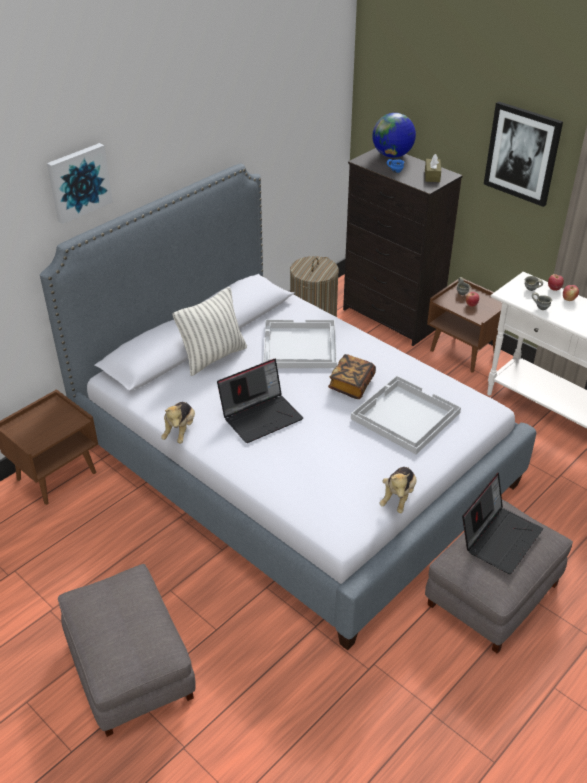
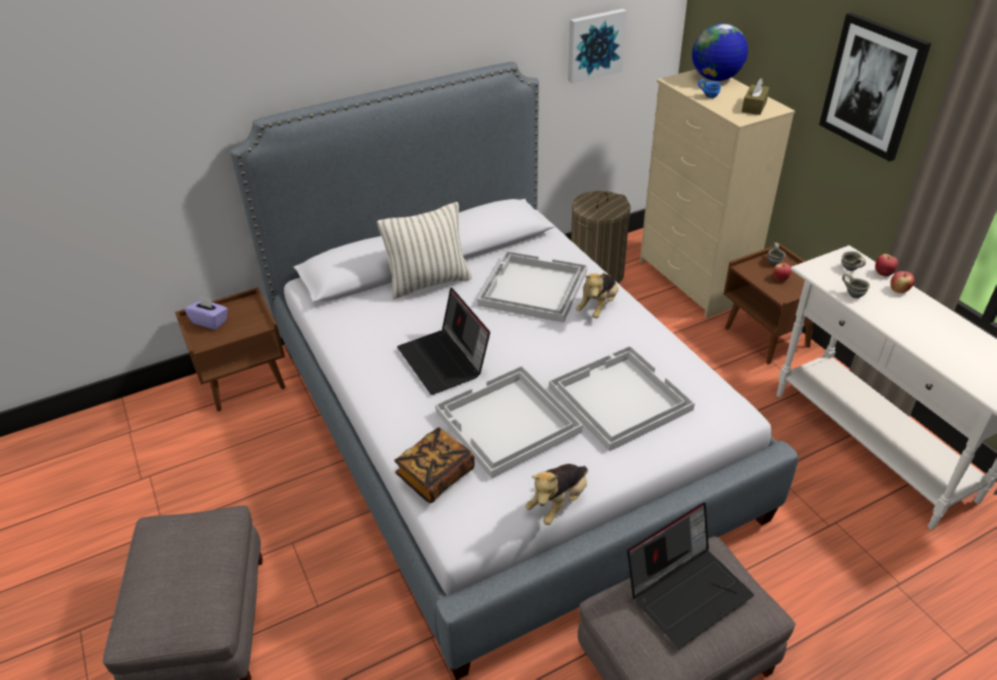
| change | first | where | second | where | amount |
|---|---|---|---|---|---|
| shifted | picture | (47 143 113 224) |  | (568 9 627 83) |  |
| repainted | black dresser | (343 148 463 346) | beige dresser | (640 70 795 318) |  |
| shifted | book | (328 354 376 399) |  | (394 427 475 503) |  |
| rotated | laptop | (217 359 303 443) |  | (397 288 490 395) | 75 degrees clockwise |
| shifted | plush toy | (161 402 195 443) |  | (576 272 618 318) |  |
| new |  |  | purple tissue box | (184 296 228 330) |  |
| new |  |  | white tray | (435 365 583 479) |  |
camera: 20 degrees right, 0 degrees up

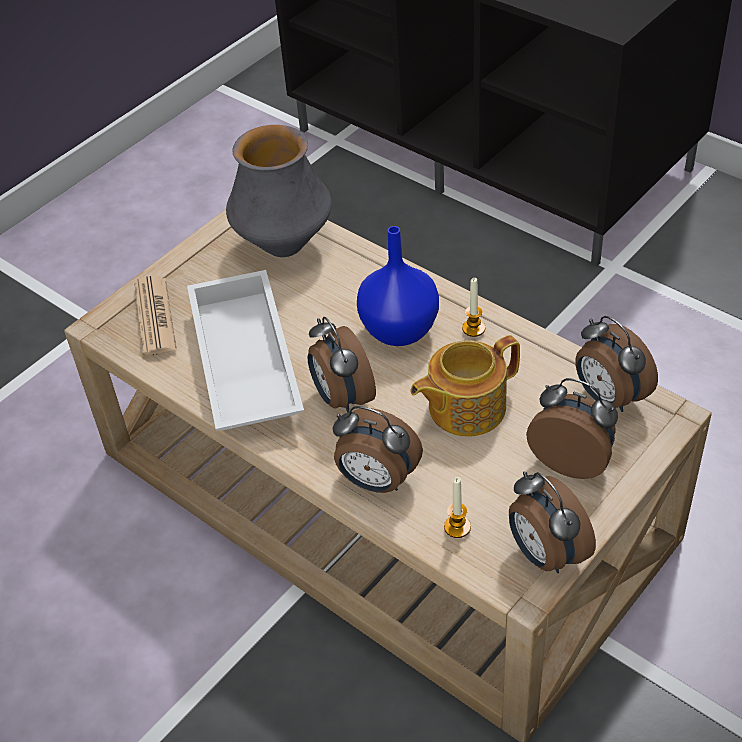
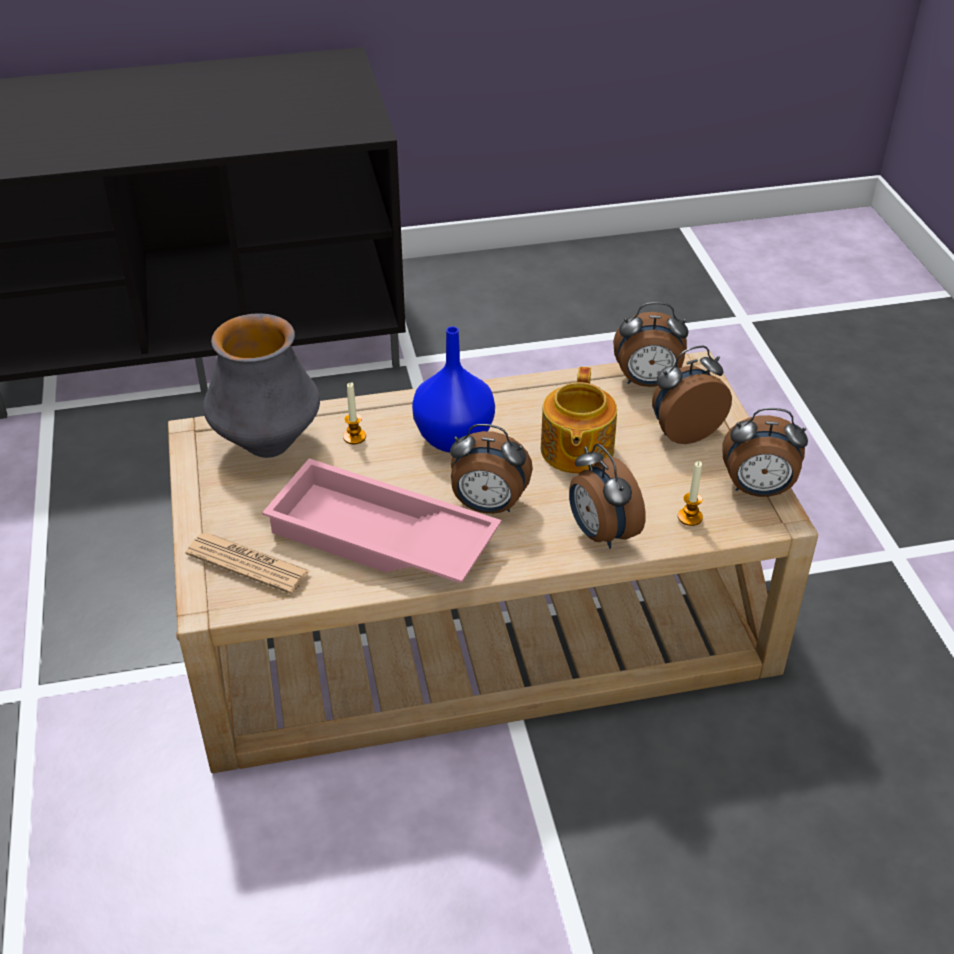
| change | first | where | second | where | amount |
|---|---|---|---|---|---|
| repainted | white tray | (187 270 304 431) | pink tray | (262 458 502 583) |  |
| shifted | candle | (462 278 485 337) |  | (343 382 366 444) |  |
| rotated | alarm clock | (333 406 423 493) |  | (569 444 646 549) | 90 degrees clockwise |
camera: 55 degrees left, 5 degrees down

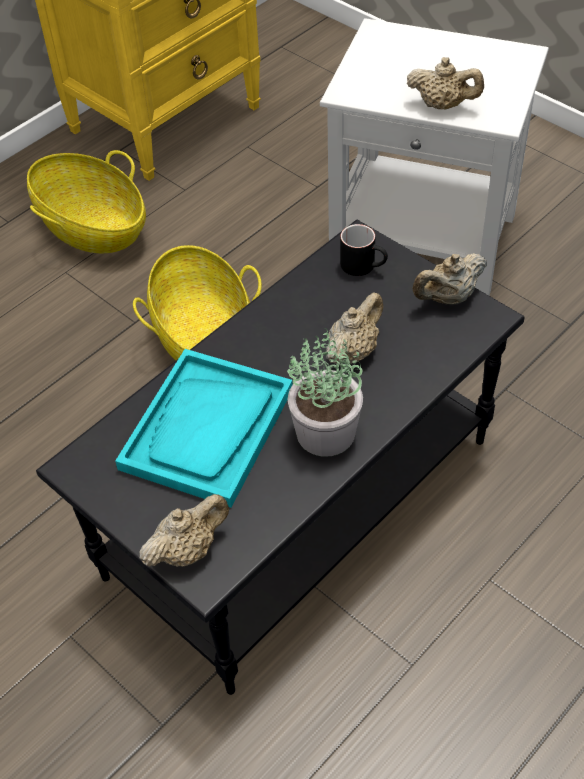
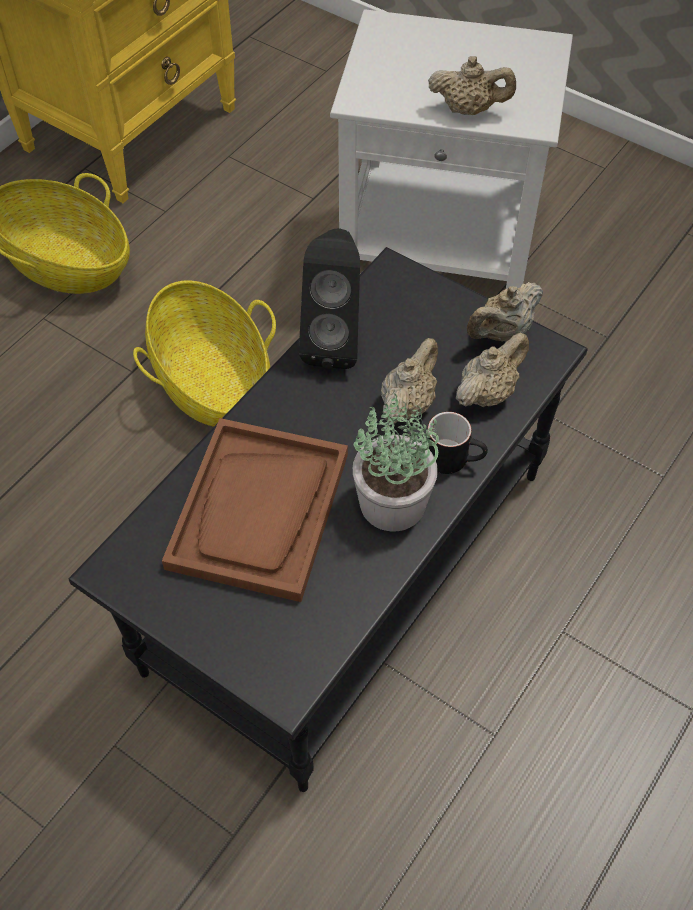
| change | first | where | second | where | amount |
|---|---|---|---|---|---|
| shifted | black mug | (340 224 388 276) |  | (427 412 488 474) |  |
| repainted | turquoise tray | (115 349 293 508) | brown tray | (162 418 348 602) |  |
| shifted | beige teapot | (139 494 229 567) |  | (456 333 529 407) |  |
| new |  |  | black speaker | (299 228 360 369) |  |
camera: 10 degrees left, 5 degrees up

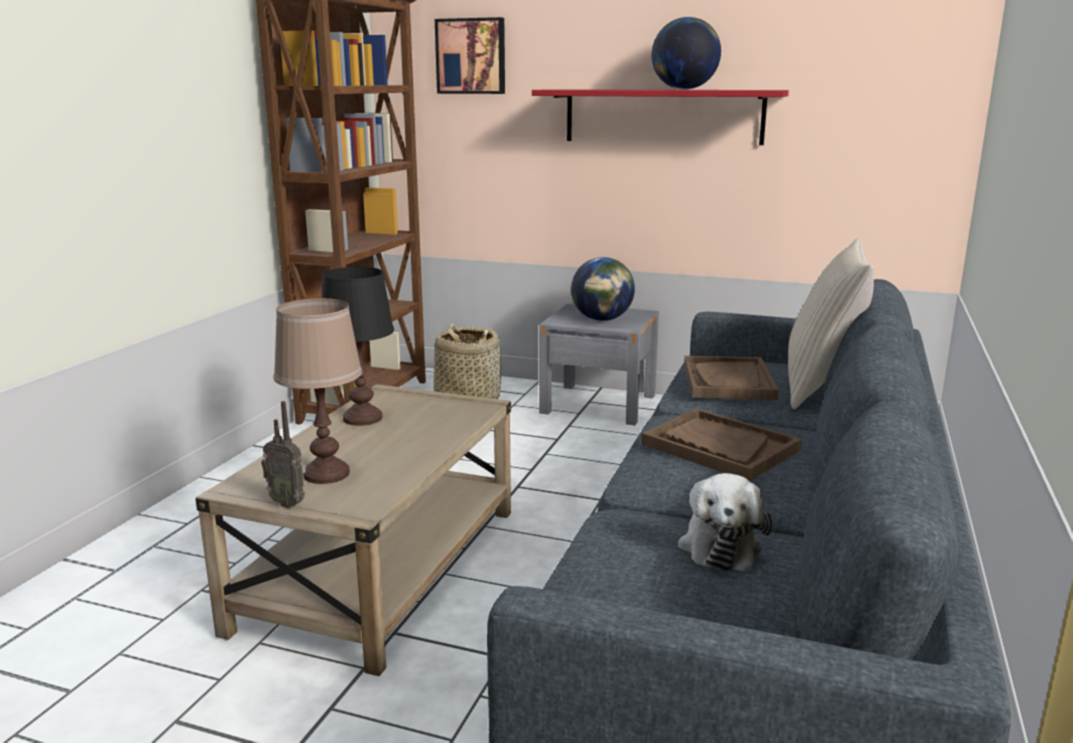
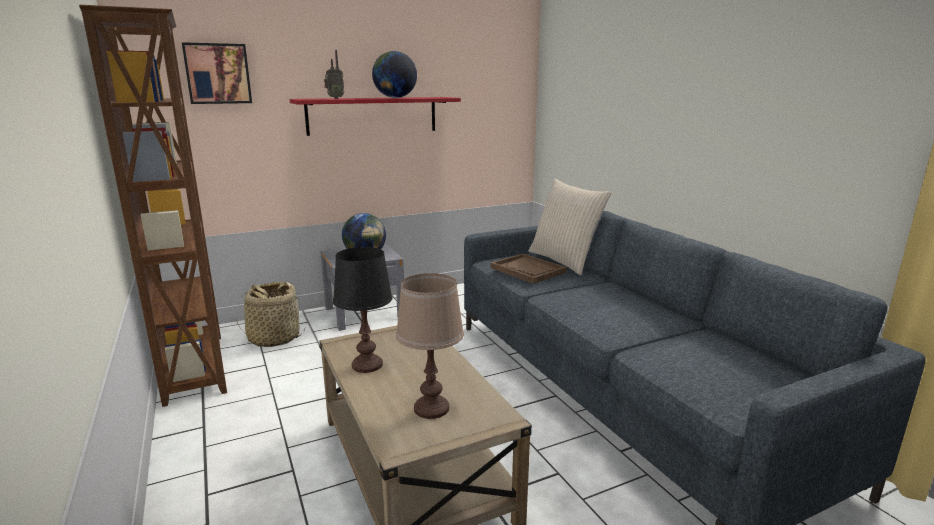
| change | first | where | second | where | amount |
|---|---|---|---|---|---|
| shifted | radio | (261 401 306 508) |  | (324 50 345 99) |  |
| gone | brown tray | (641 408 802 481) |  |  |  |
| gone | plush toy | (678 473 772 571) |  |  |  |
camera: 45 degrees left, 0 degrees up

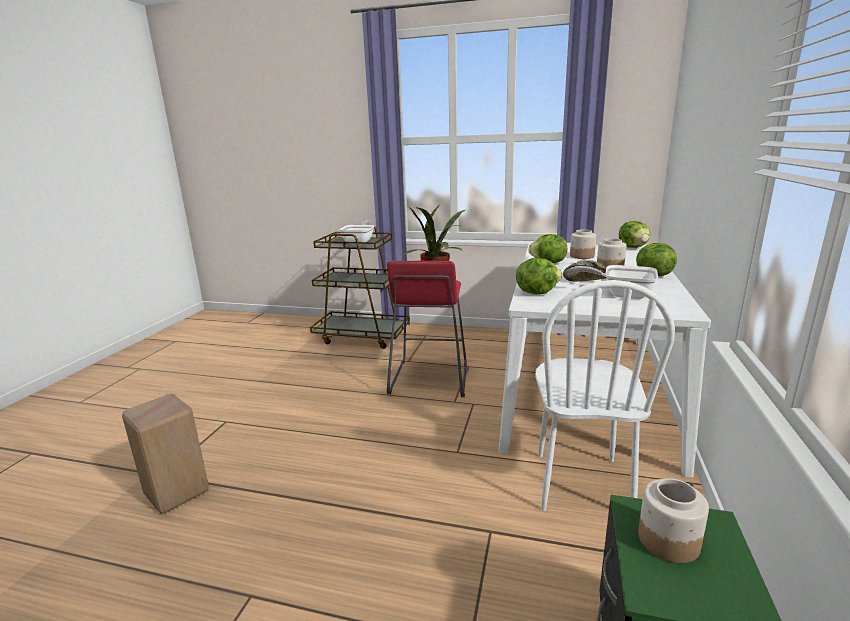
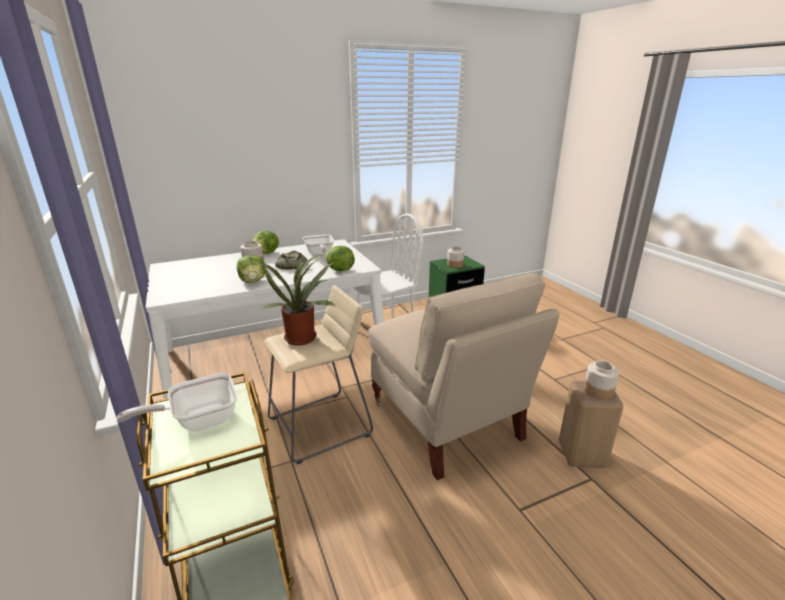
| change | first | where | second | where | amount |
|---|---|---|---|---|---|
| gone | lettuce | (619 221 650 248) |  |  |  |
| shifted | jar | (570 229 596 259) |  | (584 361 619 400) |  |
| repainted | red stool | (387 261 467 397) | beige stool | (264 285 373 464) |  |
| new |  |  | beige chair | (368 272 559 480) |  |
camera: 130 degrees left, 5 degrees up

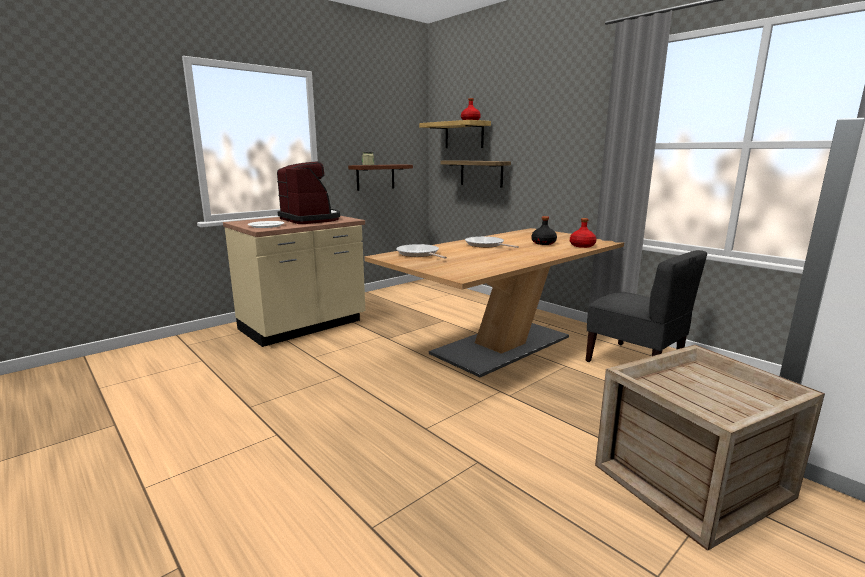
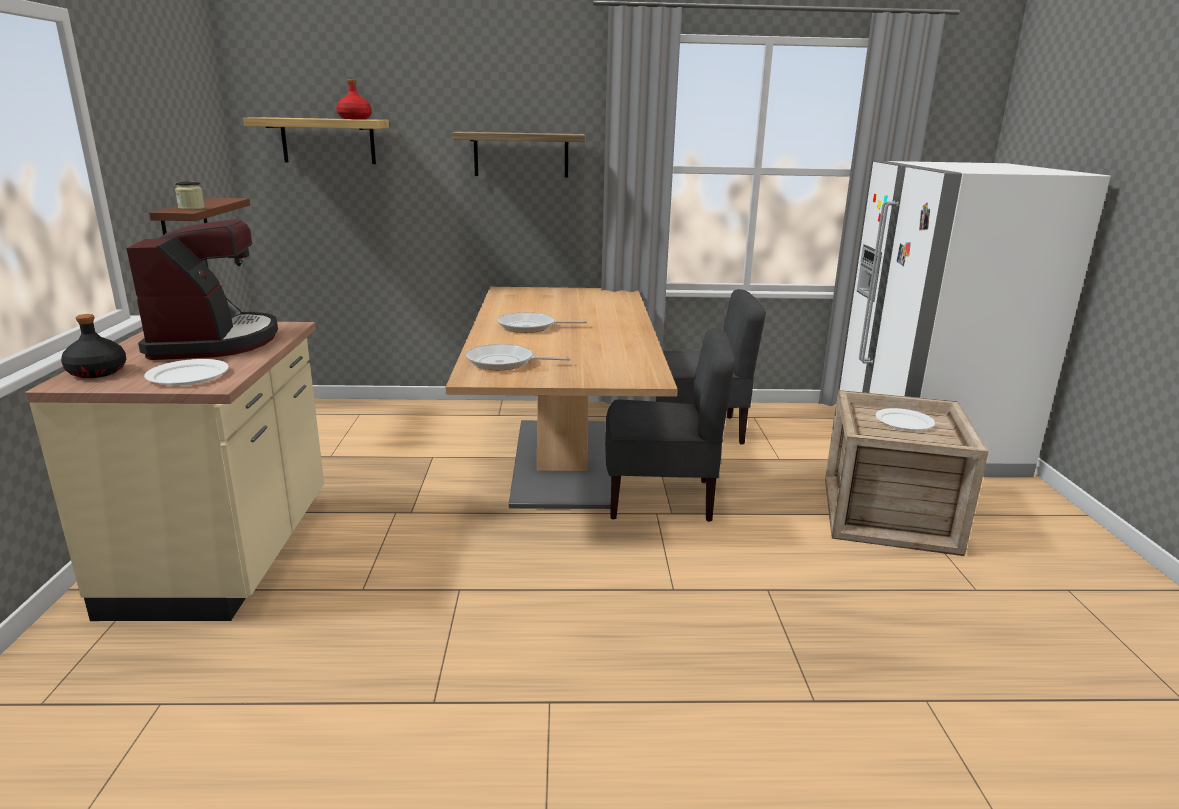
| change | first | where | second | where | amount |
|---|---|---|---|---|---|
| shifted | shelf | (440 160 511 188) |  | (452 132 585 178) |  |
| rotated | coffee machine | (277 161 340 224) |  | (126 219 278 360) | 75 degrees clockwise |
| shifted | black bottle | (531 216 557 245) |  | (61 314 126 378) |  |
| gone | red bottle | (570 218 596 248) |  |  |  |
| new |  |  | grey chair | (605 328 735 522) |  |
| new |  |  | white plate | (875 408 935 431) |  |
camera: 50 degrees left, 5 degrees up

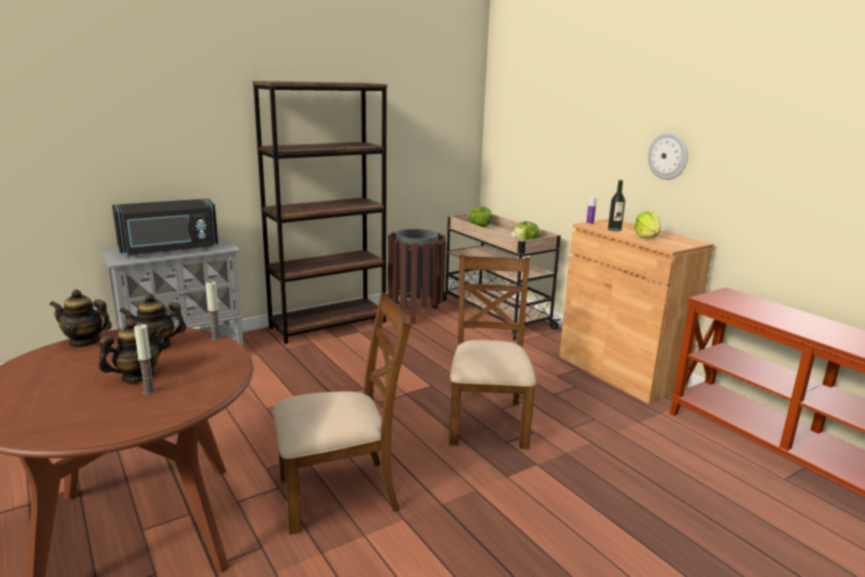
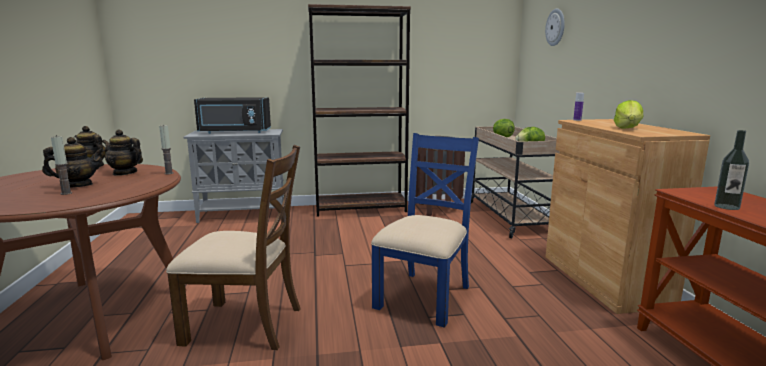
| change | first | where | second | where | amount |
|---|---|---|---|---|---|
| shifted | wall clock | (648 132 688 180) |  | (545 9 565 46) |  |
| shifted | bottle | (608 180 625 231) |  | (714 130 749 210) |  |
| repainted | brown chair | (449 255 536 449) | blue chair | (371 133 479 328) |  |
camera: 25 degrees right, 5 degrees down

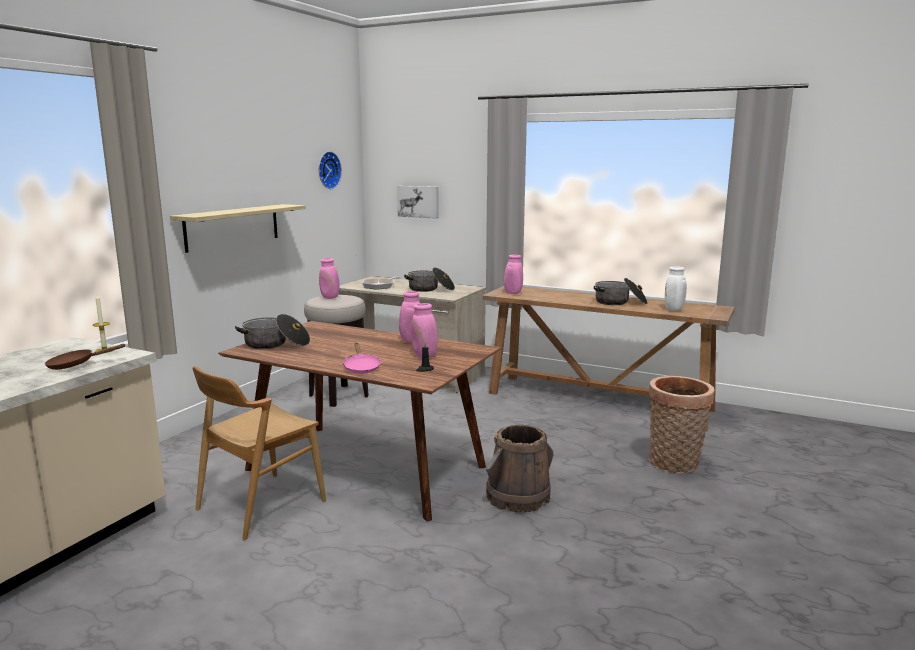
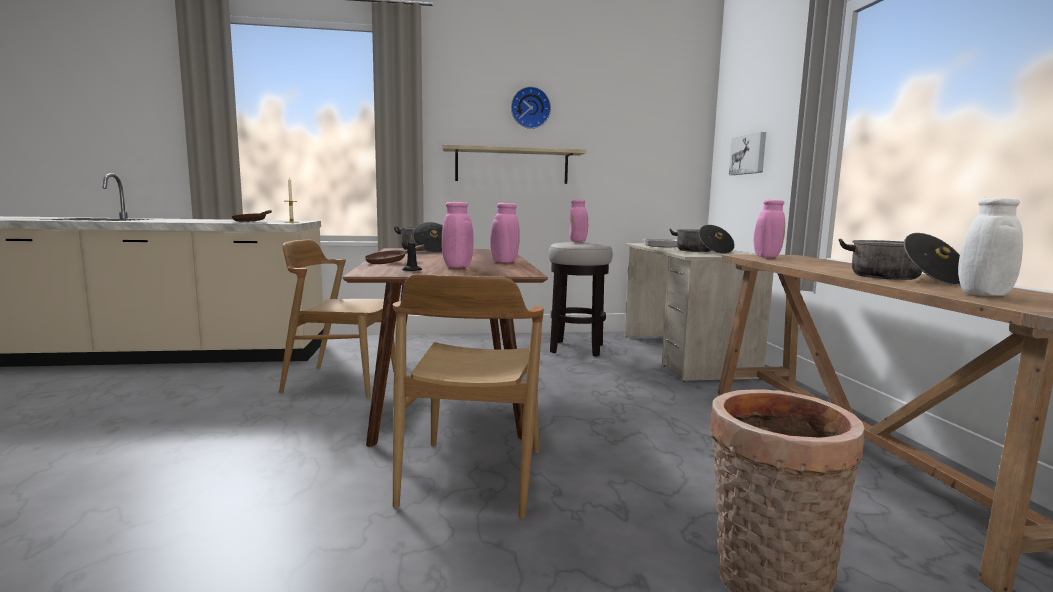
| change | first | where | second | where | amount |
|---|---|---|---|---|---|
| shifted | wall clock | (319 151 342 189) |  | (511 86 551 129) |  |
| repainted | pink frying pan | (342 343 381 374) | brown frying pan | (365 245 425 264) |  |
| swapped | brown bucket | (486 424 553 512) | brown chair | (393 274 544 518) |  |
camera: 55 degrees right, 5 degrees down

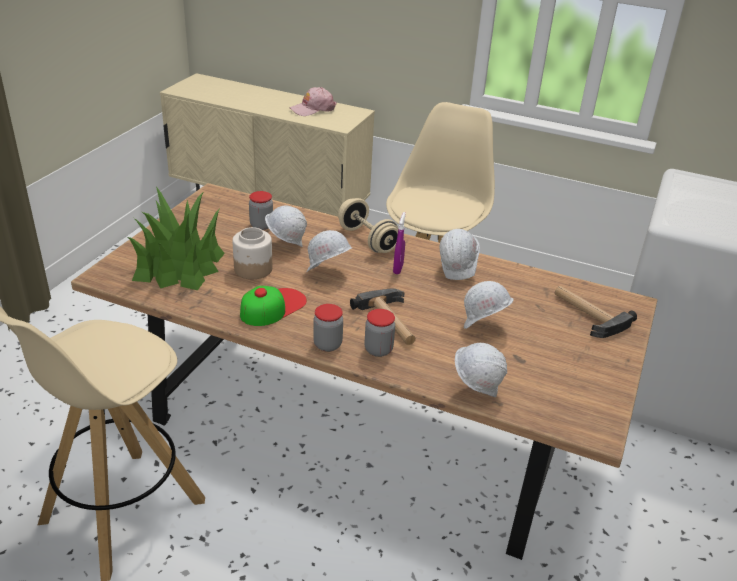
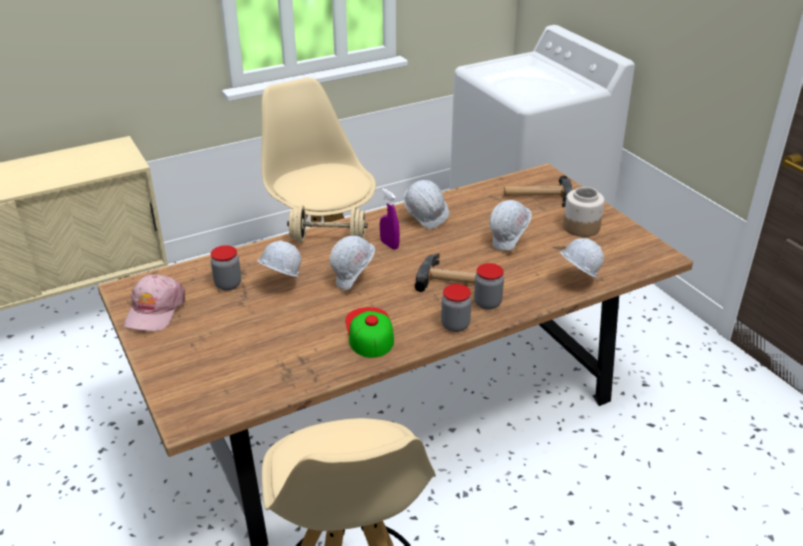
| change | first | where | second | where | amount |
|---|---|---|---|---|---|
| shifted | pink cap | (289 87 337 116) |  | (124 275 185 332) |  |
| gone | potted plant | (128 187 225 290) |  |  |  |
| shifted | jar | (232 227 272 279) |  | (563 187 604 237) |  |
camera: 50 degrees left, 0 degrees up

